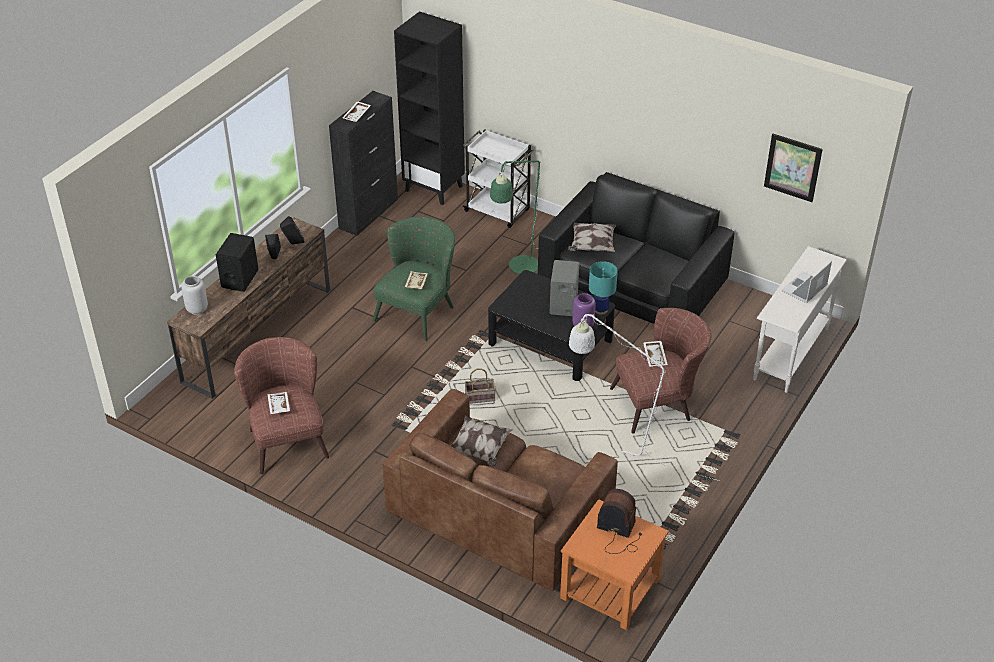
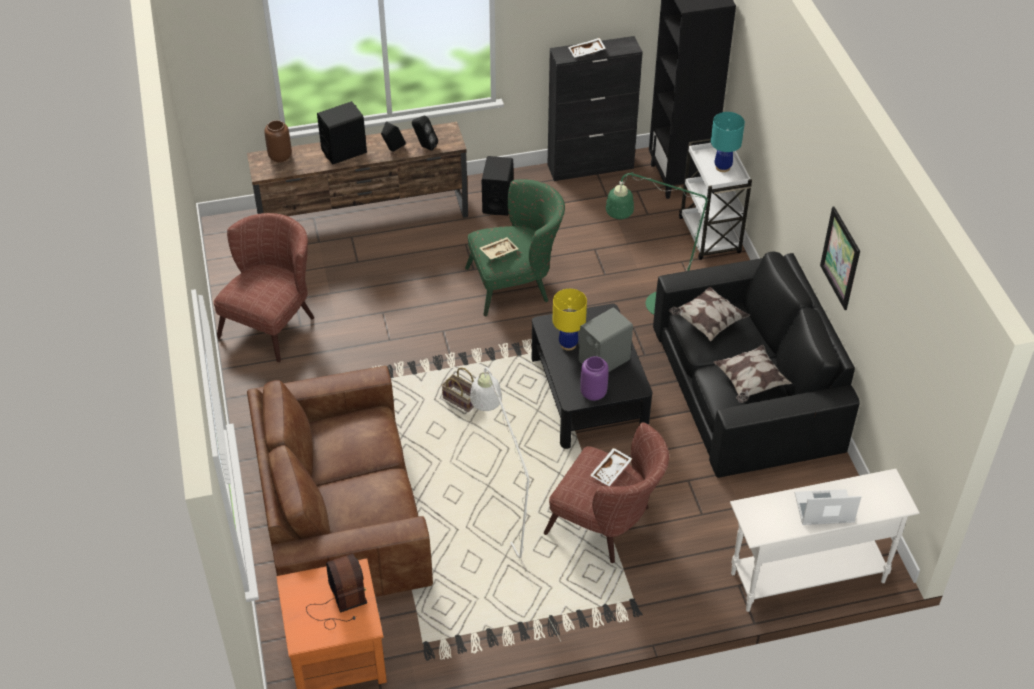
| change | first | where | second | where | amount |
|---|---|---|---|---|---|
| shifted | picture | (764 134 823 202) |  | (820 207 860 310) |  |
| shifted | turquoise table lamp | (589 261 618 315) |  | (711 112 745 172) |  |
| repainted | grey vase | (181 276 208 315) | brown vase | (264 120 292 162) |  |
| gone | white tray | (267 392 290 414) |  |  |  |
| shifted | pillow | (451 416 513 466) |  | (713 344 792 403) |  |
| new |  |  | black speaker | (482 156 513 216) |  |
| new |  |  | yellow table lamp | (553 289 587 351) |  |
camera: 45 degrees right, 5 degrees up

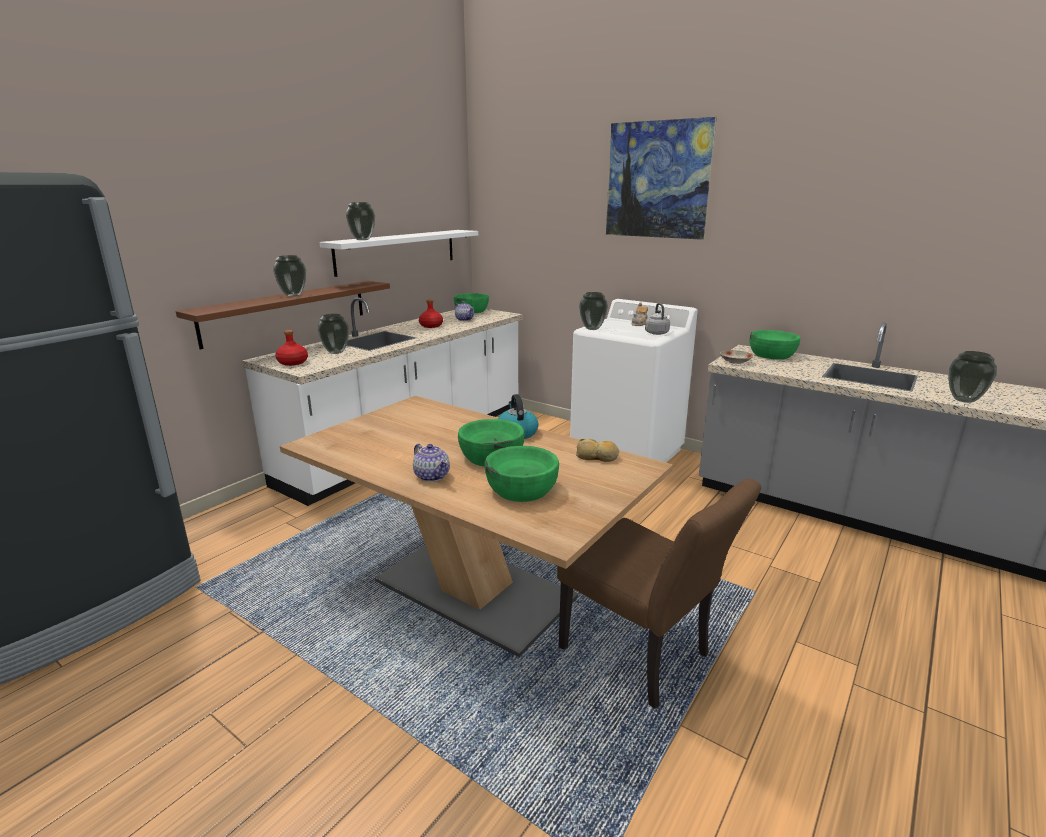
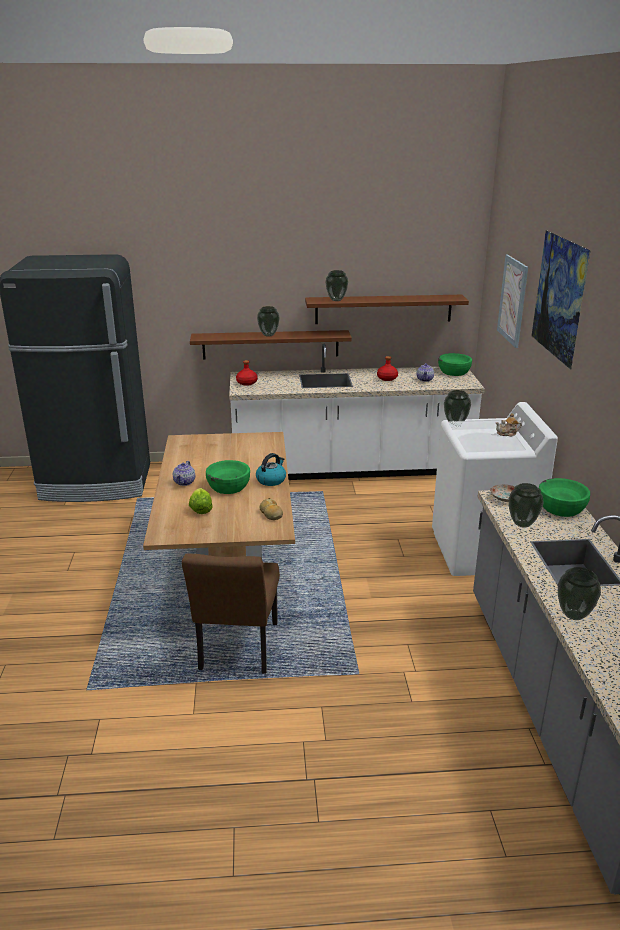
| change | first | where | second | where | amount |
|---|---|---|---|---|---|
| repainted | white shelf | (320 230 478 277) | brown shelf | (305 295 469 324) |  |
| gone | grey kettle | (645 303 670 335) |  |  |  |
| shifted | vase | (318 314 349 354) |  | (509 483 543 527) |  |
| swapped | green bowl | (484 446 559 502) | lettuce | (189 488 213 514) |  |
| new |  |  | picture | (497 255 528 348) |  |
camera: 50 degrees right, 5 degrees up

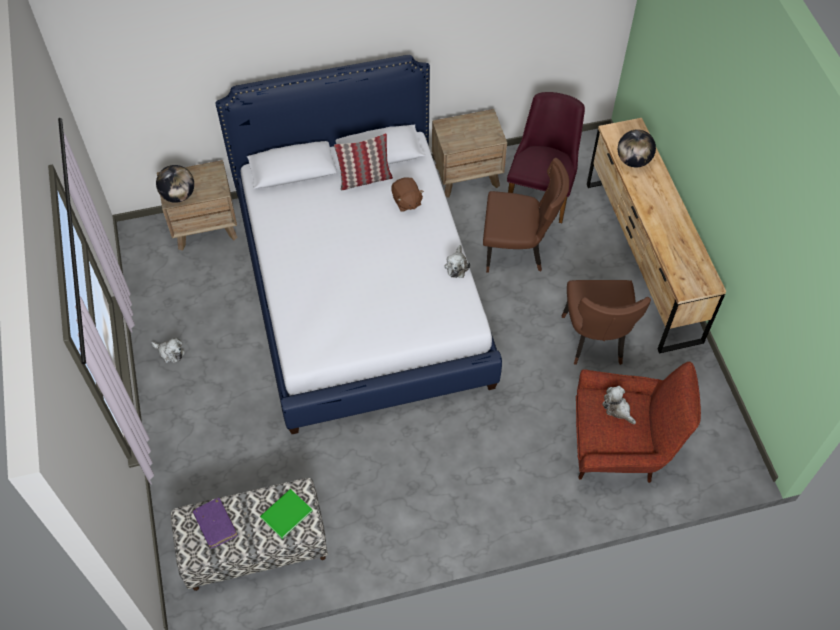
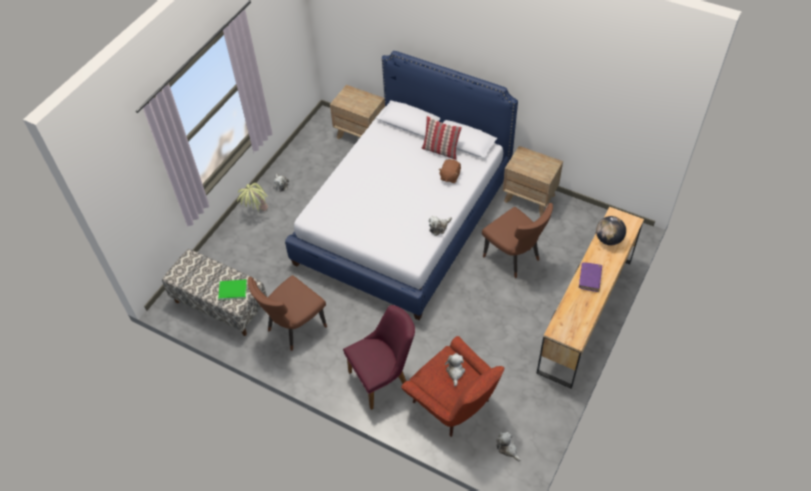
| change | first | where | second | where | amount |
|---|---|---|---|---|---|
| shifted | purple chair | (507 92 585 223) |  | (343 305 415 410) |  |
| gone | globe | (156 165 194 203) |  |  |  |
| shifted | brown chair | (562 280 651 365) |  | (247 275 327 351) |  |
| shifted | purple book | (193 497 238 549) |  | (579 262 602 292) |  |
| new |  |  | potted plant | (237 183 269 212) |  |
| new |  |  | plush toy | (496 432 520 461) |  |
camera: 45 degrees right, 5 degrees down

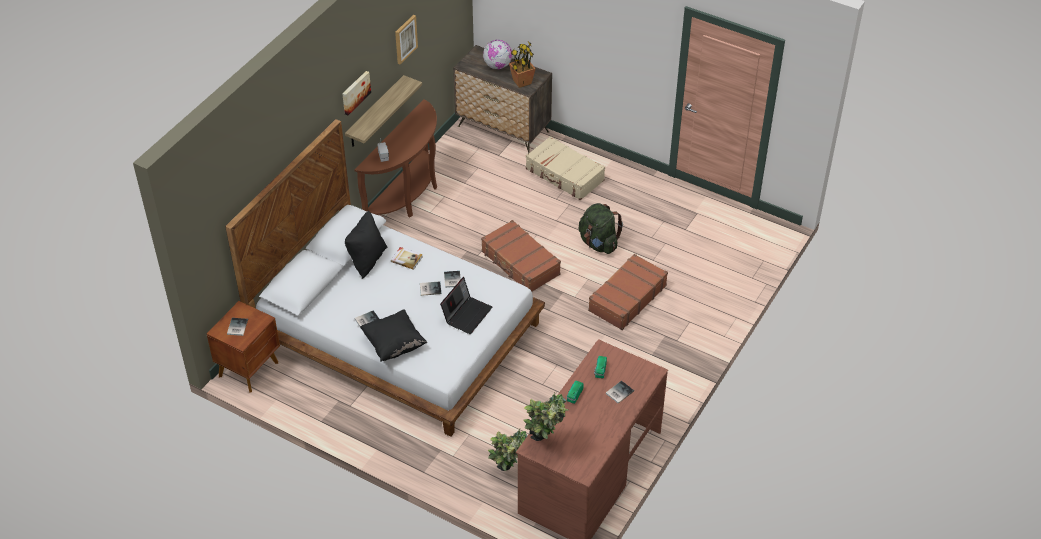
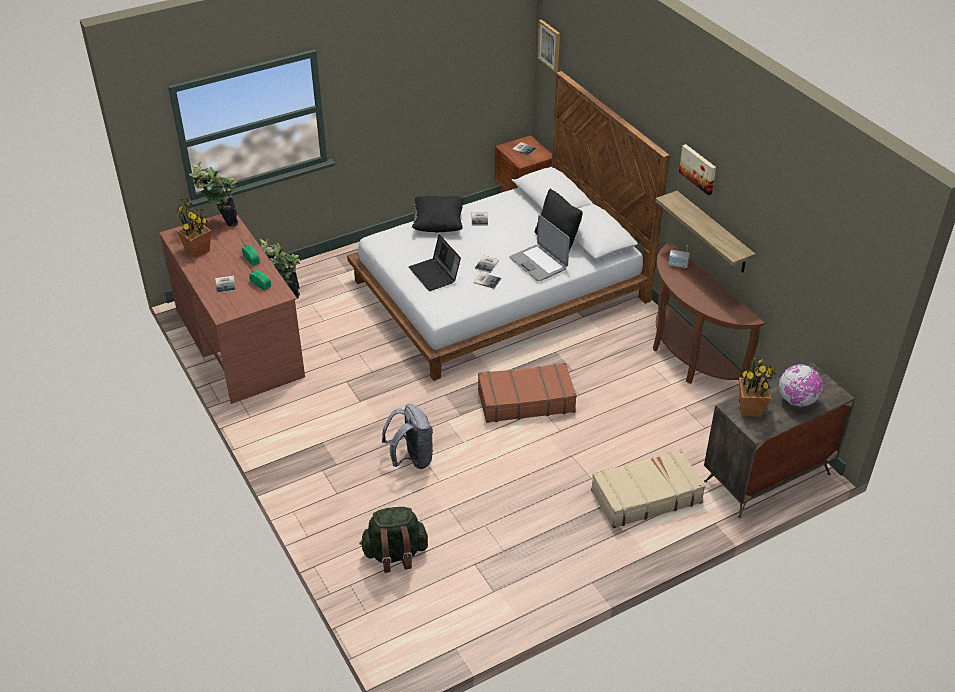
| change | first | where | second | where | amount |
|---|---|---|---|---|---|
| shifted | picture | (395 15 418 64) |  | (537 20 560 73) |  |
| shifted | green backpack | (579 203 623 254) |  | (359 507 428 573) |  |
| swapped | book | (391 247 423 270) | laptop | (509 215 570 281) |  |
| swapped | brown suitcase | (588 254 668 330) | grey backpack | (382 404 433 469) |  |
| new |  |  | potted plant | (176 199 211 258) |  |
camera: 120 degrees right, 5 degrees down

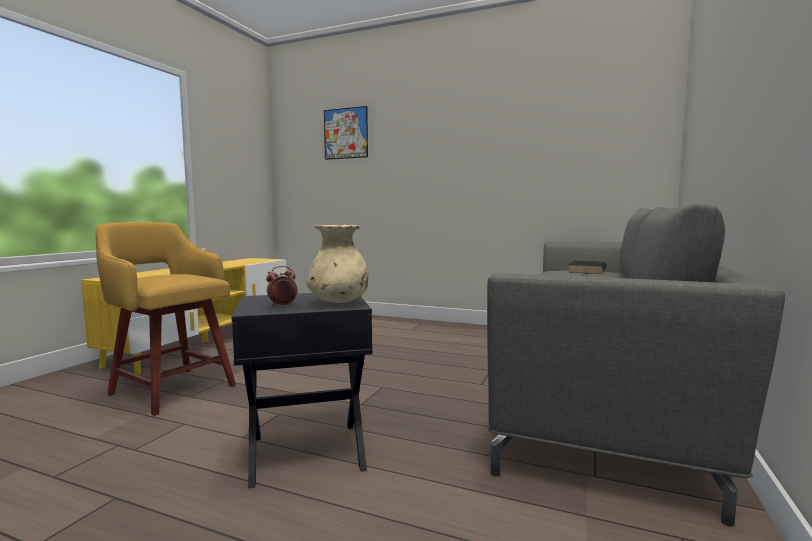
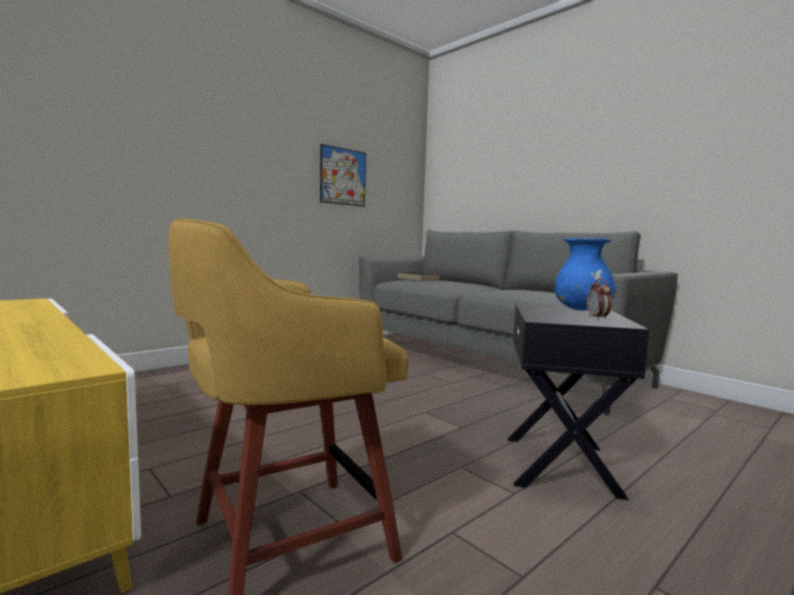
| change | first | where | second | where | amount |
|---|---|---|---|---|---|
| shifted | picture | (324 106 368 160) |  | (320 144 366 206) |  |
| repainted | beige vase | (306 225 368 303) | blue vase | (555 238 616 311) |  |
camera: 65 degrees left, 0 degrees up

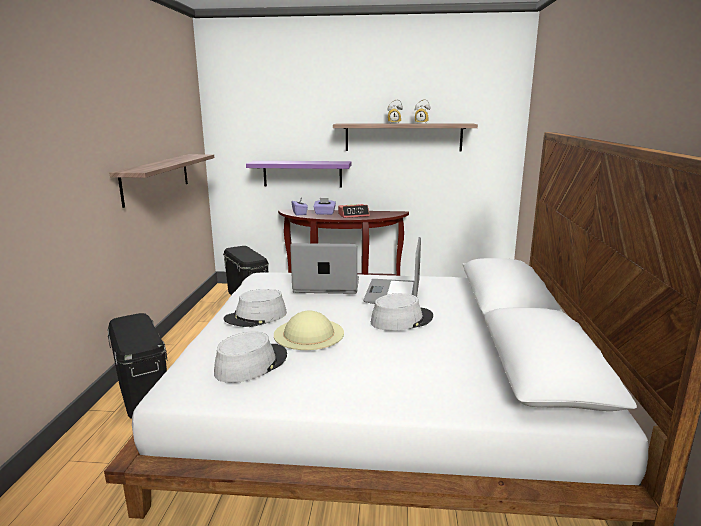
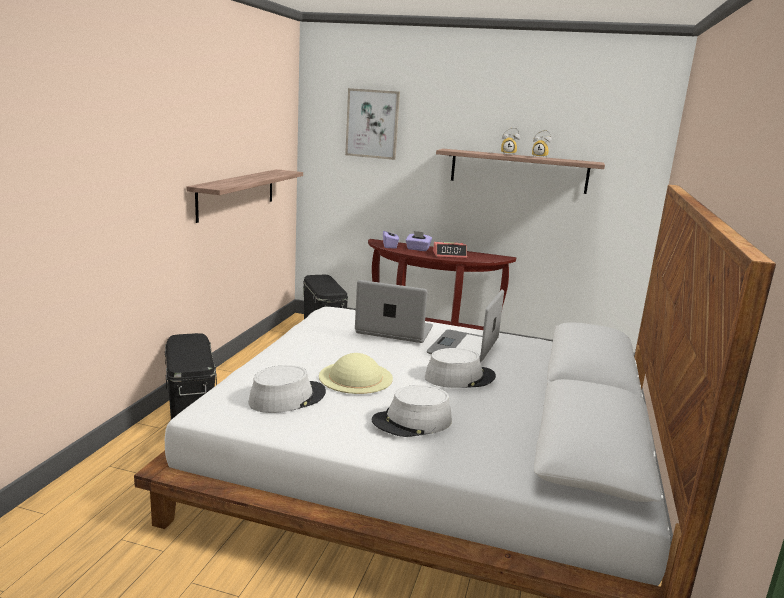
| change | first | where | second | where | amount |
|---|---|---|---|---|---|
| gone | purple shelf | (246 161 351 187) |  |  |  |
| shifted | grey hat | (224 289 287 327) |  | (372 385 452 437) |  |
| new |  |  | picture | (345 88 400 160) |  |
camera: 10 degrees right, 0 degrees up

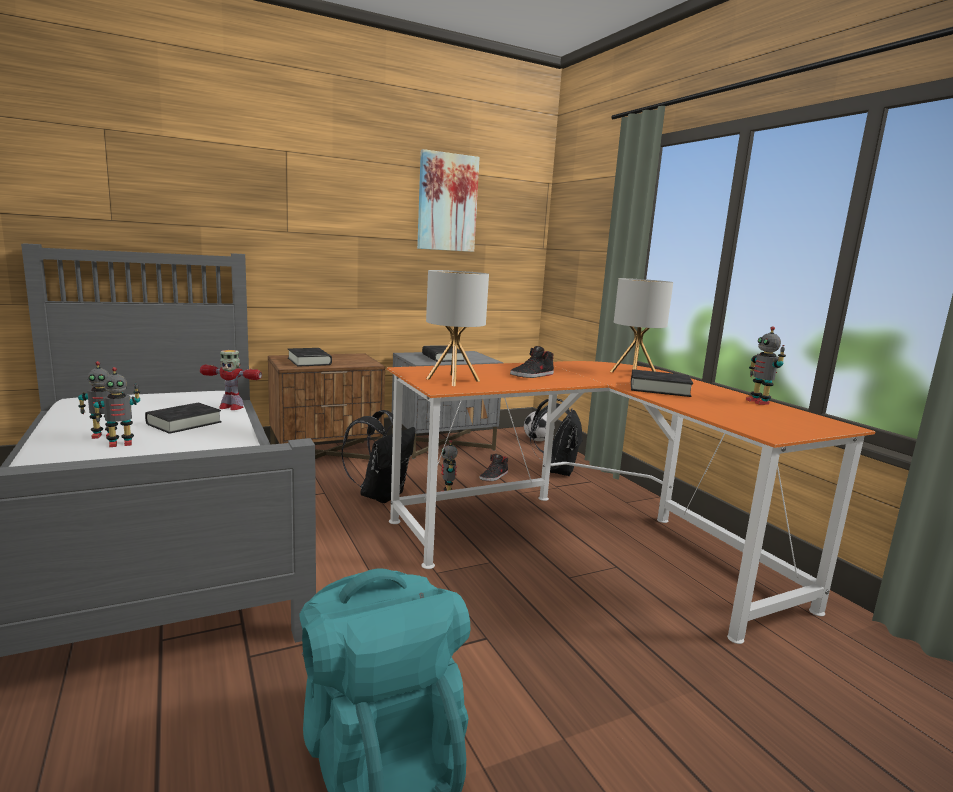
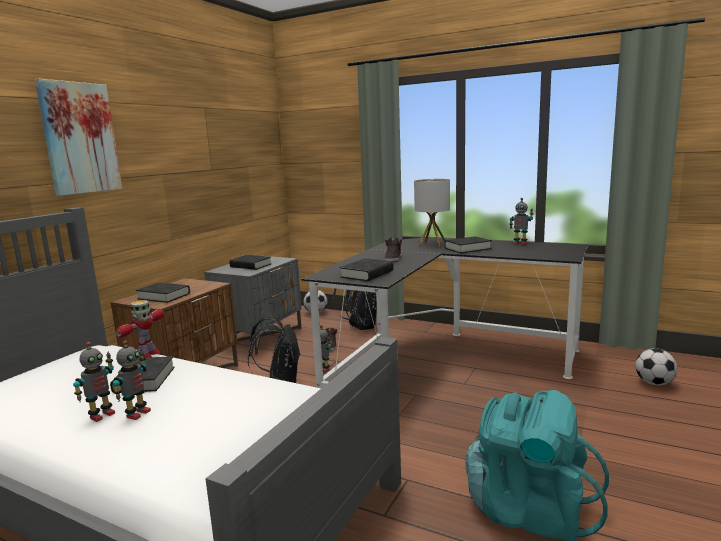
| change | first | where | second | where | amount |
|---|---|---|---|---|---|
| shifted | picture | (417 149 480 252) |  | (35 79 122 196) |  |
| swapped | table lamp | (426 270 489 386) | black book | (340 258 393 281) |  |
| rotated | toy robot | (200 350 262 410) |  | (116 300 164 358) | 45 degrees counterclockwise |
| repainted | orange desk | (387 361 876 644) | black desk | (301 238 588 388) |  |
| new |  |  | football | (635 348 677 386) |  |
camera: 35 degrees left, 0 degrees up

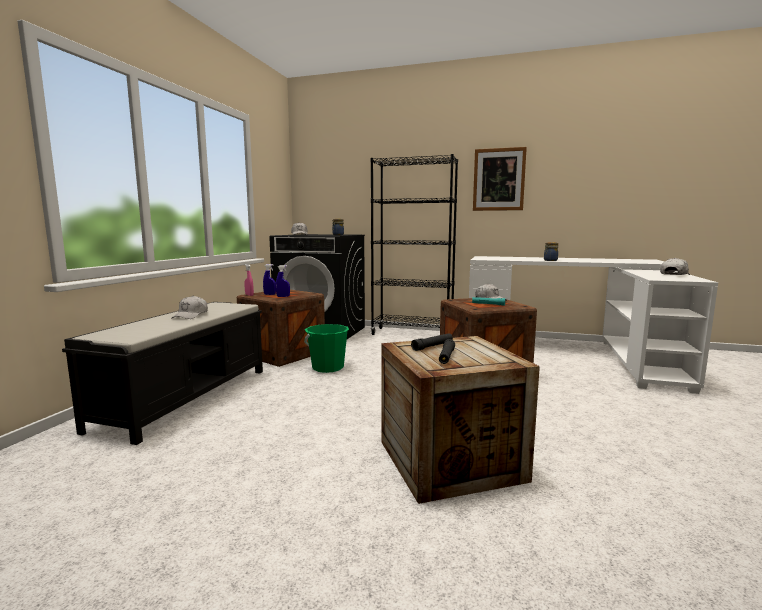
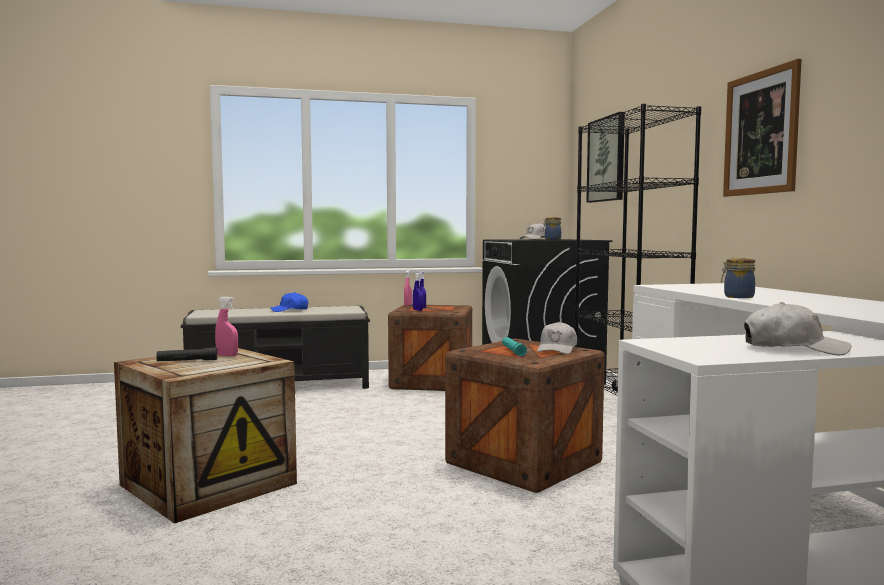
| change | first | where | second | where | amount |
|---|---|---|---|---|---|
| repainted | white cap | (172 296 208 319) | blue cap | (271 292 308 312) |  |
| gone | green bucket | (304 324 349 373) |  |  |  |
| swapped | black flashlight | (411 333 453 351) | pink spray bottle | (215 297 238 356) |  |
| new |  |  | picture | (586 112 625 203) |  |
camera: 60 degrees right, 5 degrees down

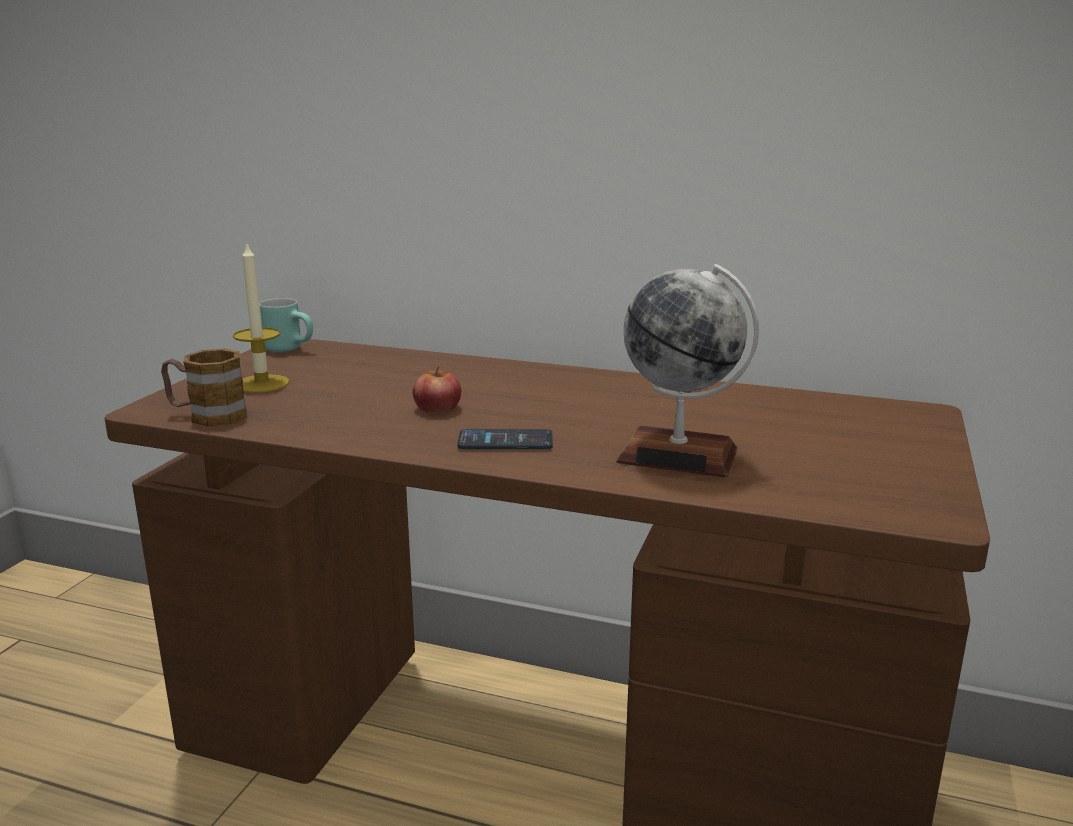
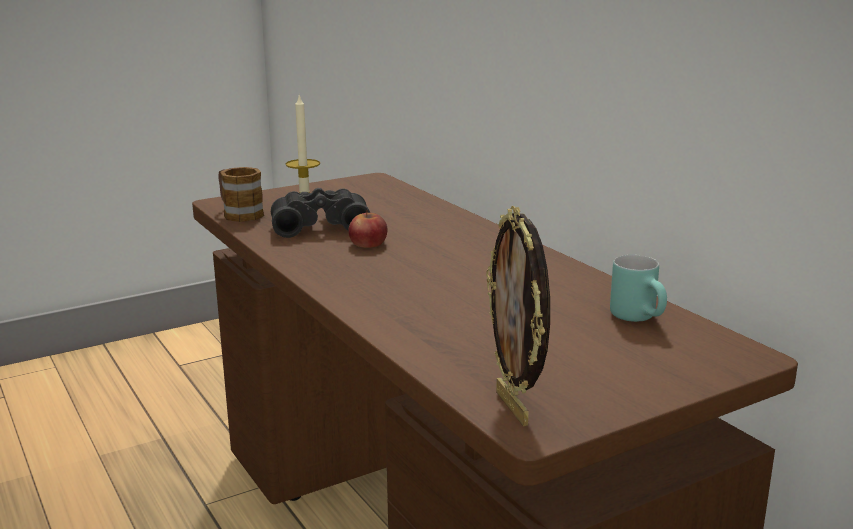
| change | first | where | second | where | amount |
|---|---|---|---|---|---|
| gone | globe | (616 264 759 478) |  |  |  |
| shifted | turquoise mug | (260 298 313 352) |  | (610 255 667 322) |  |
| gone | phone | (457 429 553 449) |  |  |  |
| new |  |  | black binoculars | (271 188 370 238) |  |
| new |  |  | picture frame | (486 206 550 426) |  |
camera: 40 degrees right, 0 degrees up

